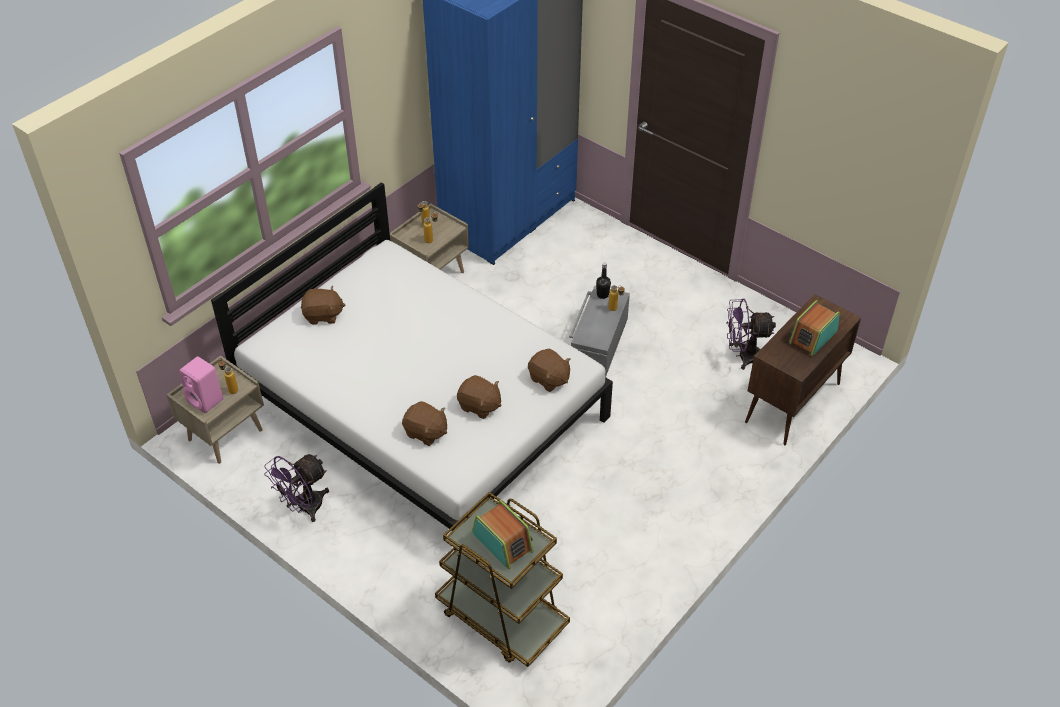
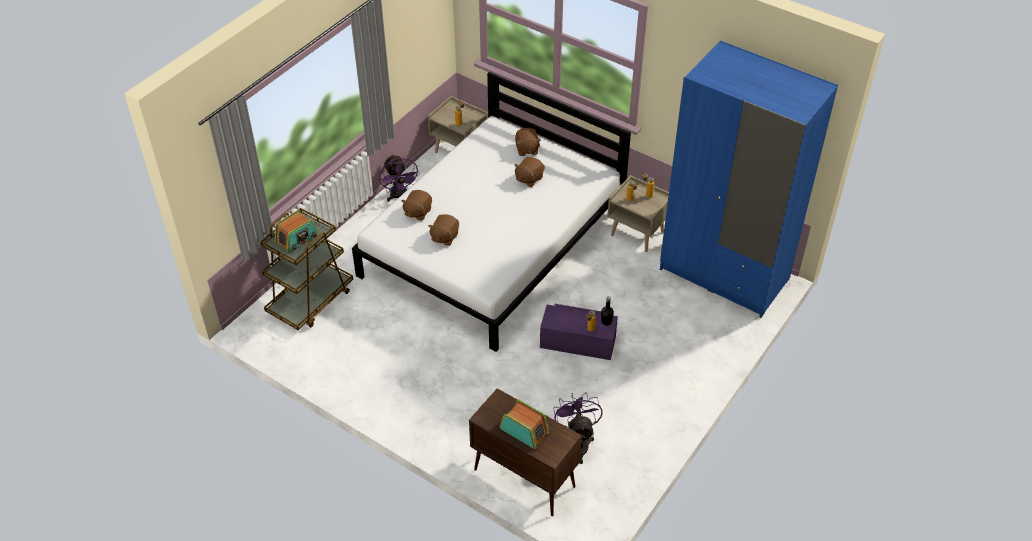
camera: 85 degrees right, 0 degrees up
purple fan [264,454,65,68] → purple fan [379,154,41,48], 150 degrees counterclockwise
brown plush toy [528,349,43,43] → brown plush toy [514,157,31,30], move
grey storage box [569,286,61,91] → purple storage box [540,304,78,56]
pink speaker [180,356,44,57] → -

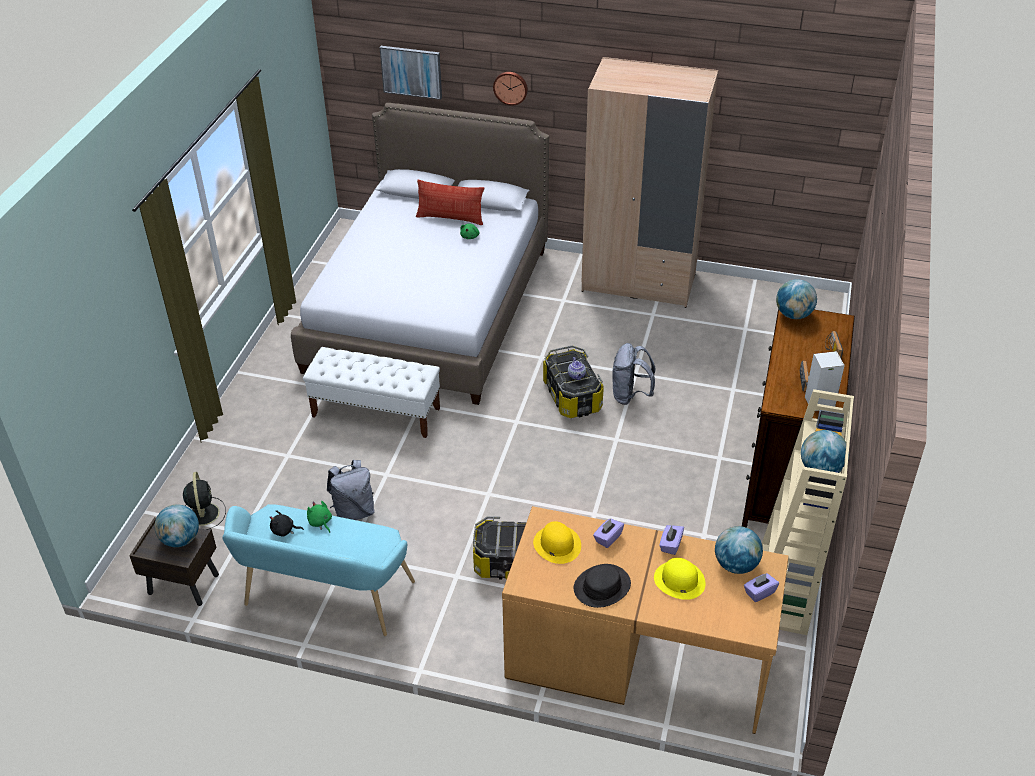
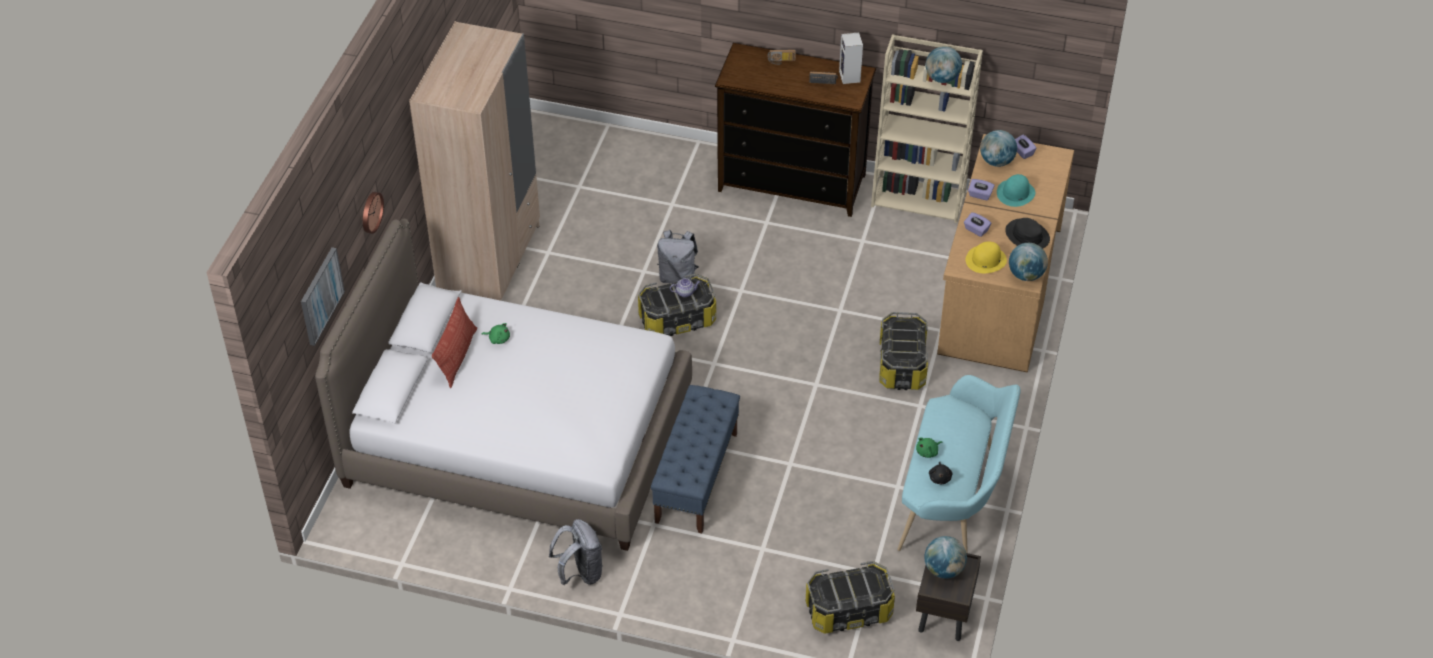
camera: 90 degrees left, 5 degrees up
grey backpack [326,460,49,60] → grey backpack [549,519,54,66], move
white bench [303,347,137,91] → blue bench [651,385,89,148]
black fan [183,472,43,58] → storage box [806,561,89,73]
yellow hat [654,558,52,42] → turquoise hat [997,174,38,33]
globe [776,279,41,40] → globe [1009,243,39,38], move

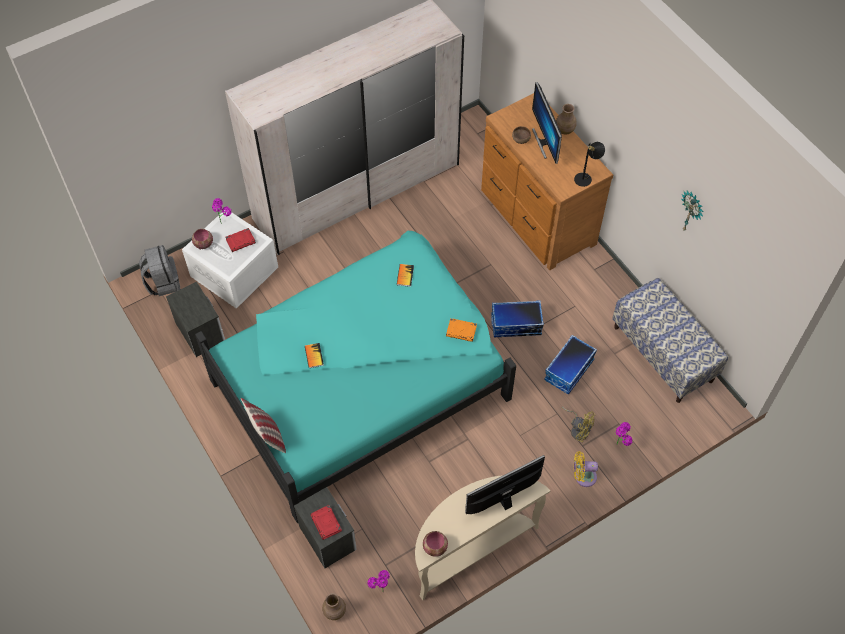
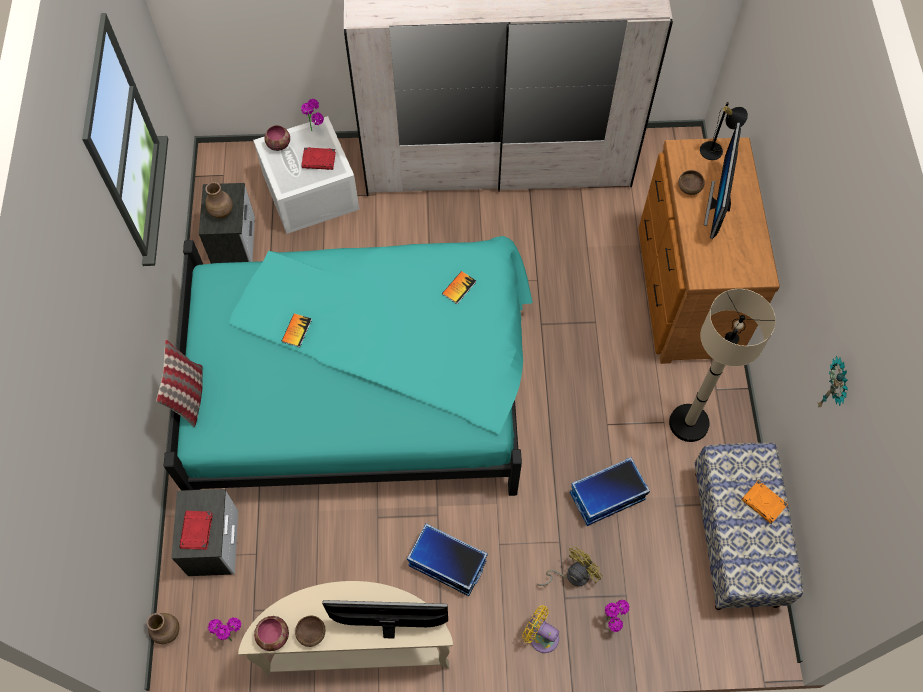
camera: 30 degrees right, 5 degrees up
brown vase [556,104,21,30] → brown vase [205,182,28,36], move
- → brown bowl [295,616,30,31]
storage box [491,300,53,37] → storage box [407,523,81,73], move
yellow fan [562,406,33,37] → yellow fan [537,546,66,40], 105 degrees counterclockwise
- → beige floor lamp [669,289,107,153]
black table lamp [574,142,31,45] → black table lamp [700,102,48,58], move
orange book [446,318,31,24] → orange book [741,480,47,44], move
grey backpack [139,245,41,51] → -

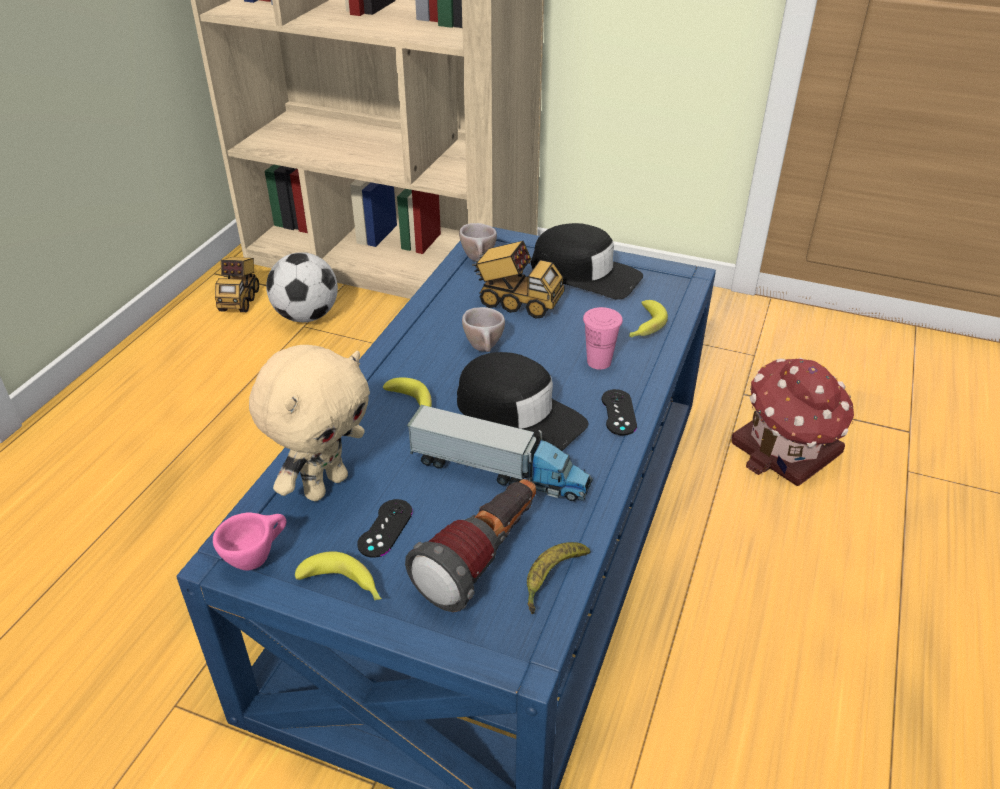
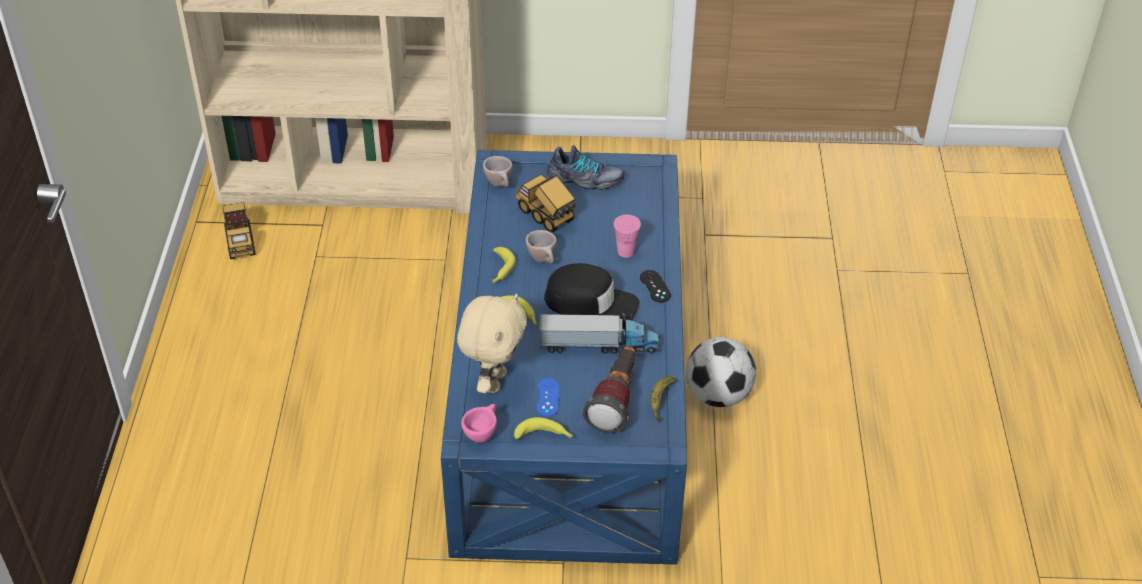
camera: 20 degrees left, 5 degrees up
banana [629,300,39,38] → banana [493,247,23,36], move
toy truck [472,241,93,78] → toy truck [516,174,61,59], 135 degrees counterclockwise
black game controller [357,499,56,59] → blue game controller [536,378,24,39]
black cap [531,223,112,77] → shoe [547,146,77,44]
football [266,252,72,70] → football [686,337,70,70], move
toy house [731,358,123,128] → -

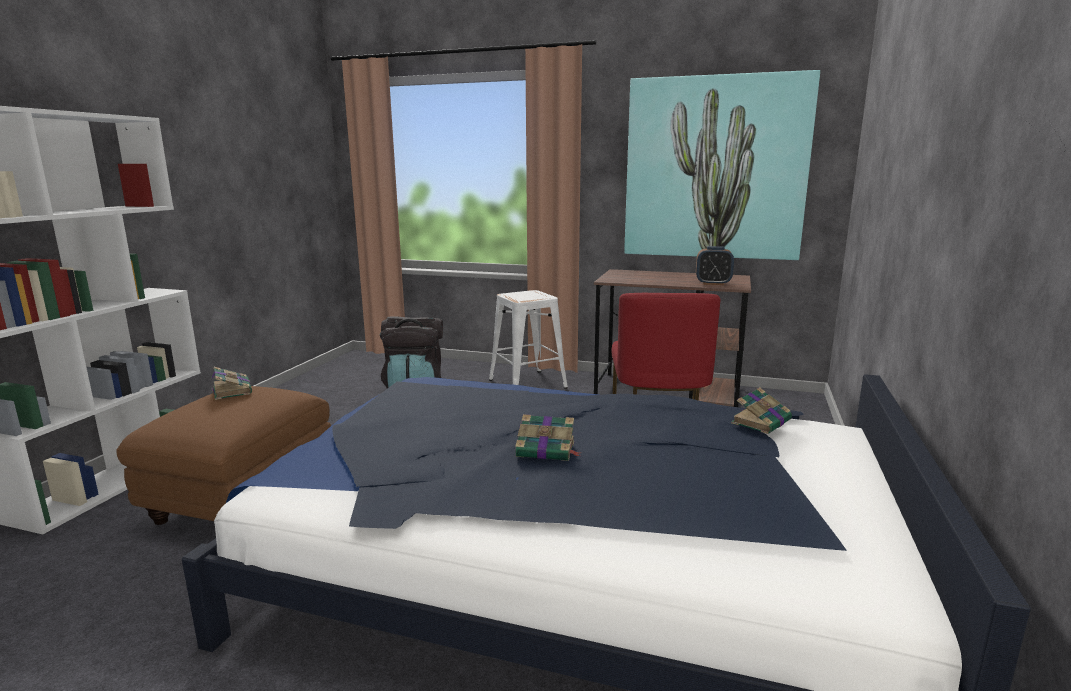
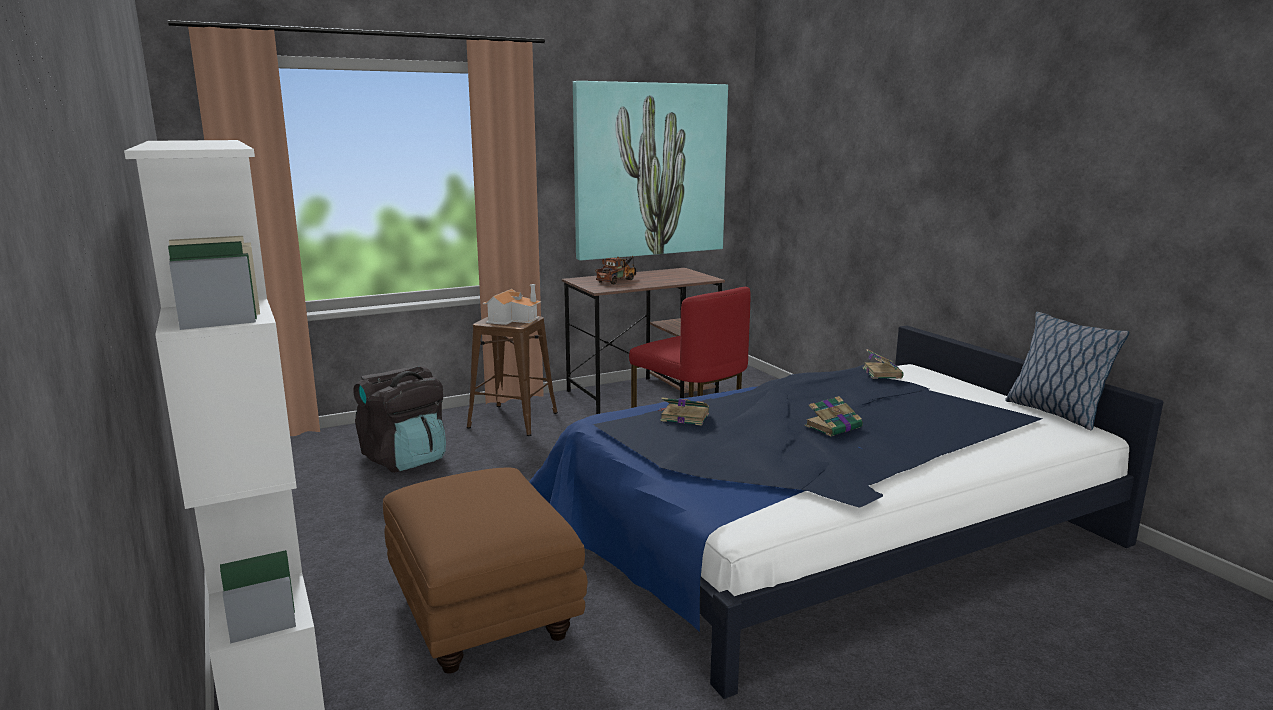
camera: 45 degrees left, 0 degrees up
white stool [489,290,79,99] → brown stool [467,316,91,120]
- → toy house [483,284,58,41]
- → toy truck [595,256,41,29]
book [212,367,40,33] → book [659,398,50,28], move
- → pillow [1005,312,124,118]
alarm clock [696,246,38,39] → -

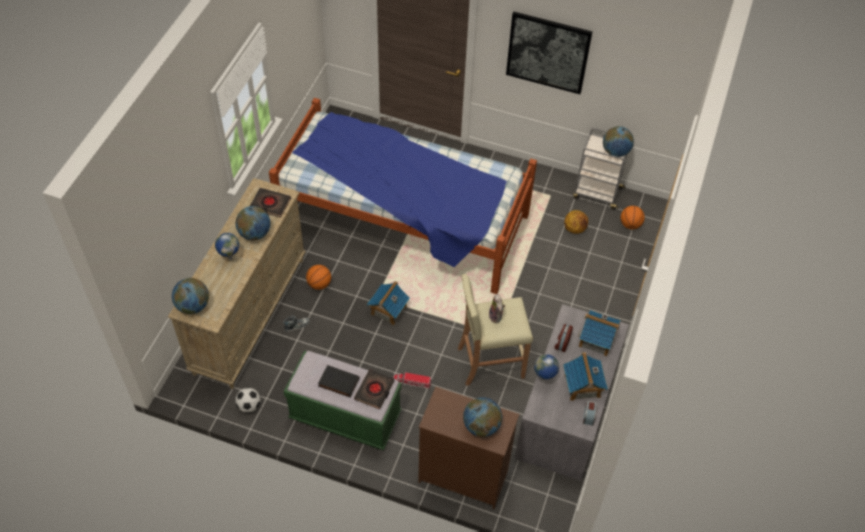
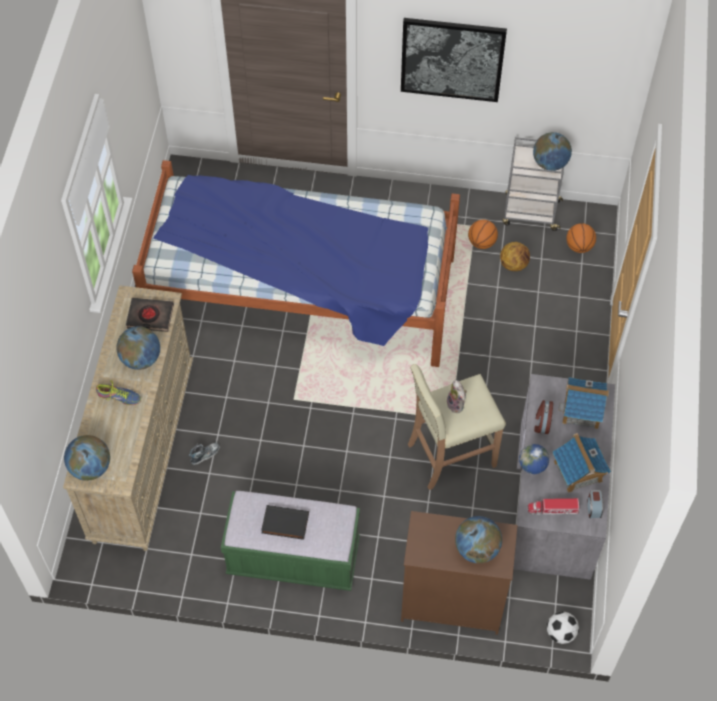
camera: 10 degrees left, 5 degrees up
globe [215,233,24,27] → shoe [96,380,45,25]
basketball [306,265,25,25] → basketball [468,220,30,29], move
toy truck [394,372,38,17] → toy truck [528,498,52,17], move
football [235,387,26,26] → football [547,611,32,33], move
black book [354,369,40,40] → -
toy house [367,281,43,44] → -

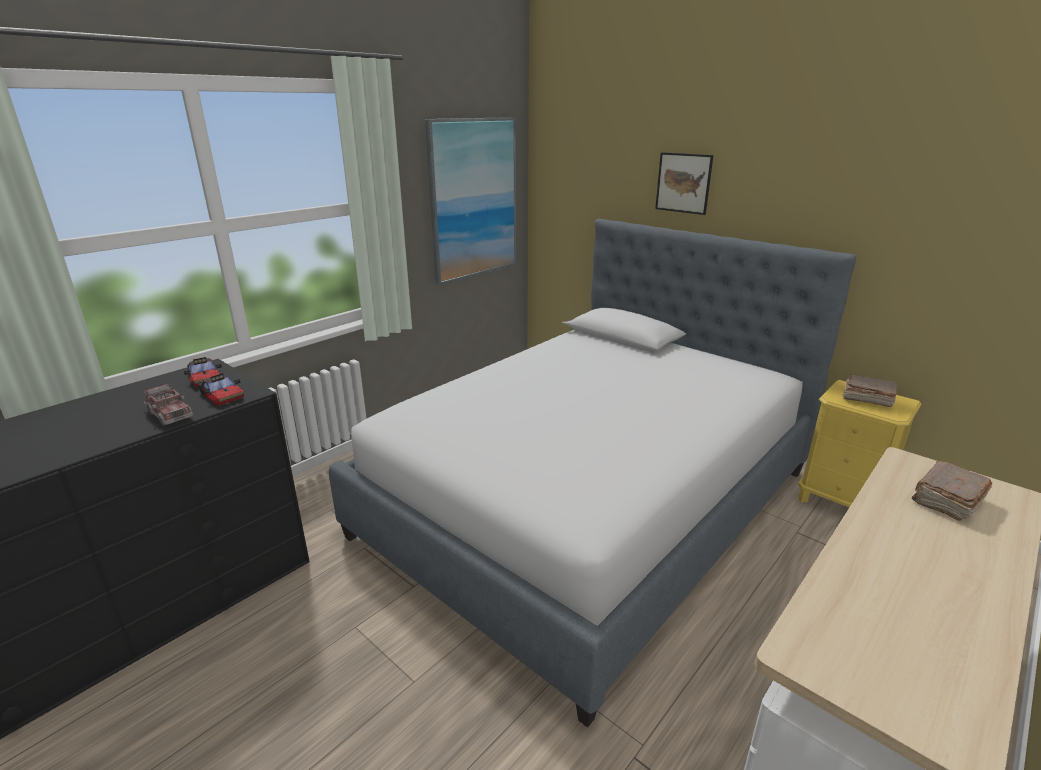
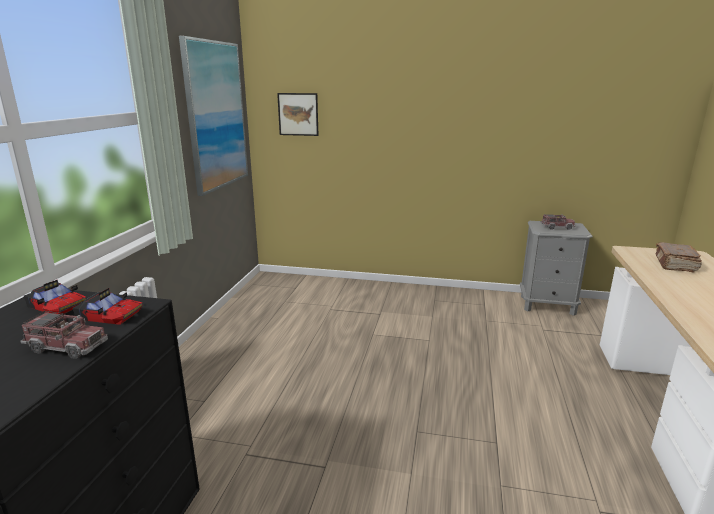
camera: 30 degrees left, 5 degrees down
picture [655,152,58,63] → picture [277,93,42,43], move
yellow nightstand [798,380,124,127] → grey nightstand [520,221,73,95]
brown book [843,374,54,33] → toy truck [540,214,35,16]
bed [329,219,527,509] → -

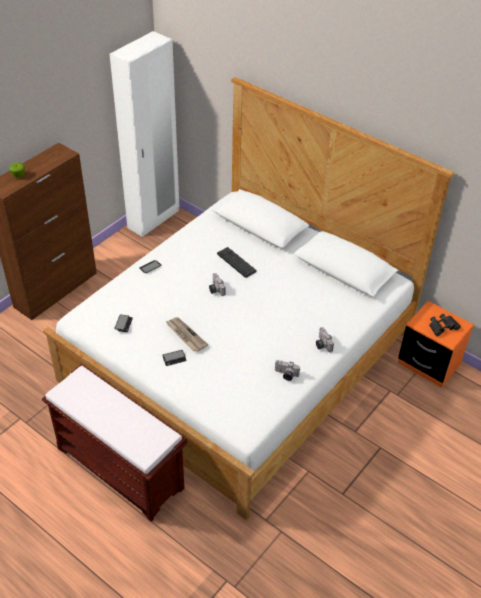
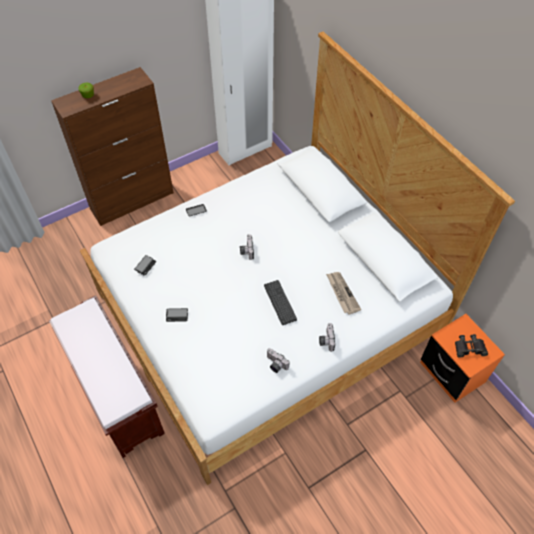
camera: 20 degrees right, 10 degrees up
keyboard [217,247,40,31] → keyboard [264,280,33,45], move
newspaper [165,317,43,35] → newspaper [326,272,35,43], move

